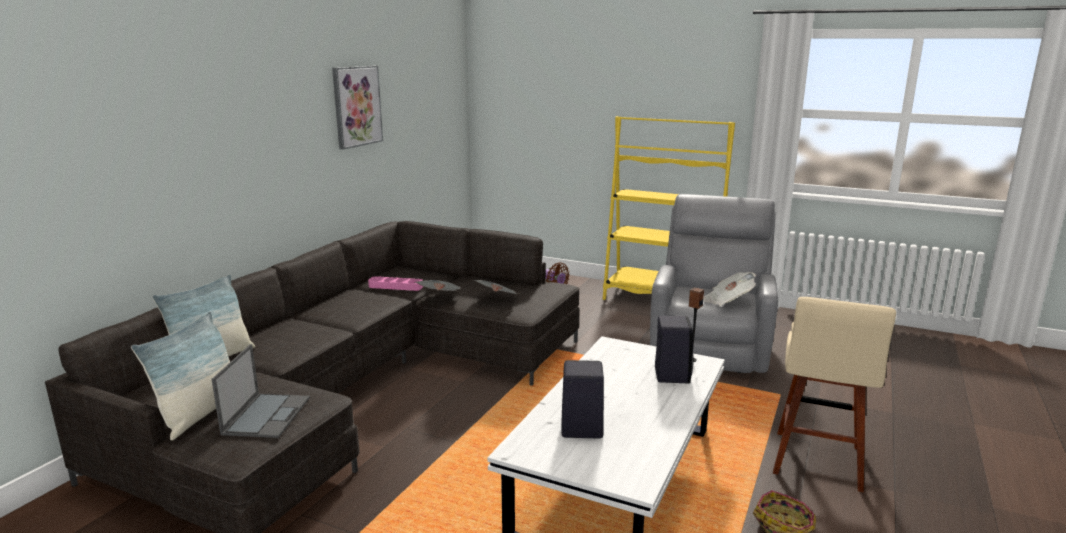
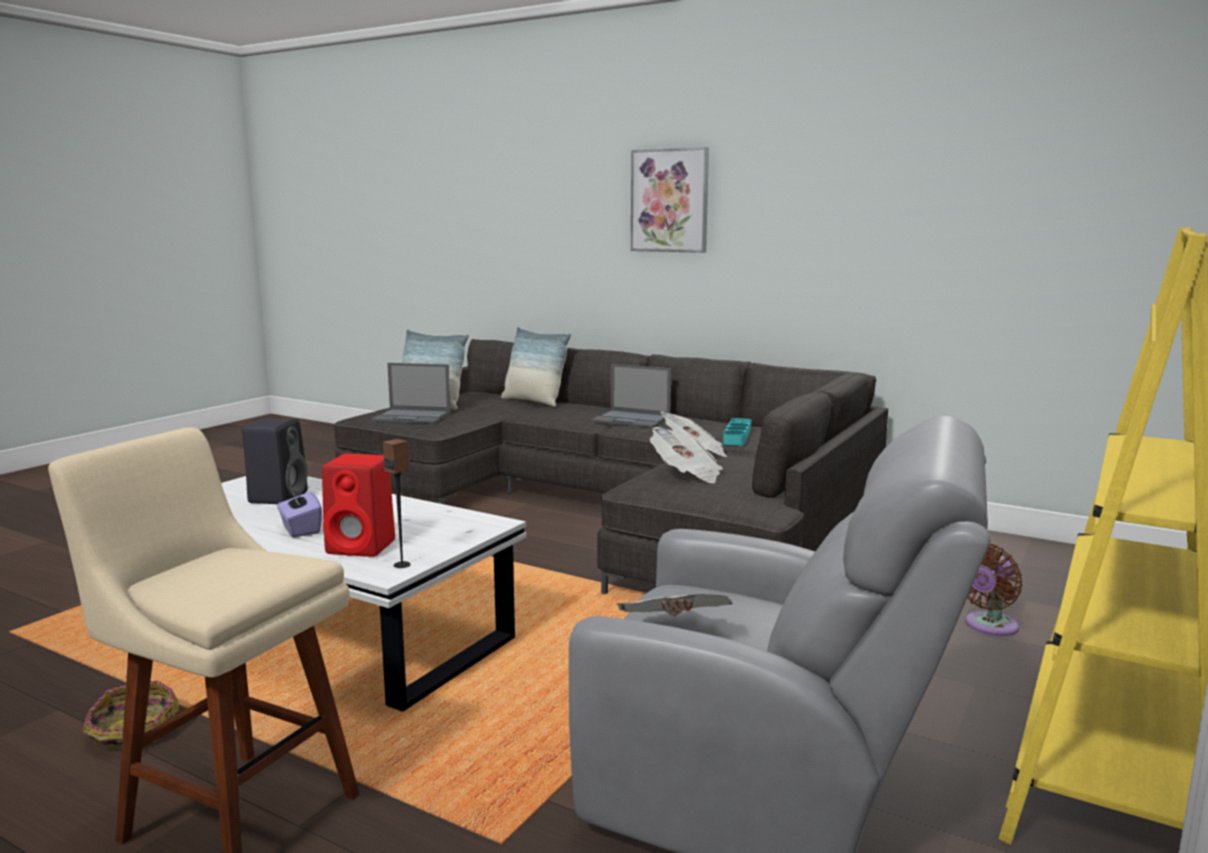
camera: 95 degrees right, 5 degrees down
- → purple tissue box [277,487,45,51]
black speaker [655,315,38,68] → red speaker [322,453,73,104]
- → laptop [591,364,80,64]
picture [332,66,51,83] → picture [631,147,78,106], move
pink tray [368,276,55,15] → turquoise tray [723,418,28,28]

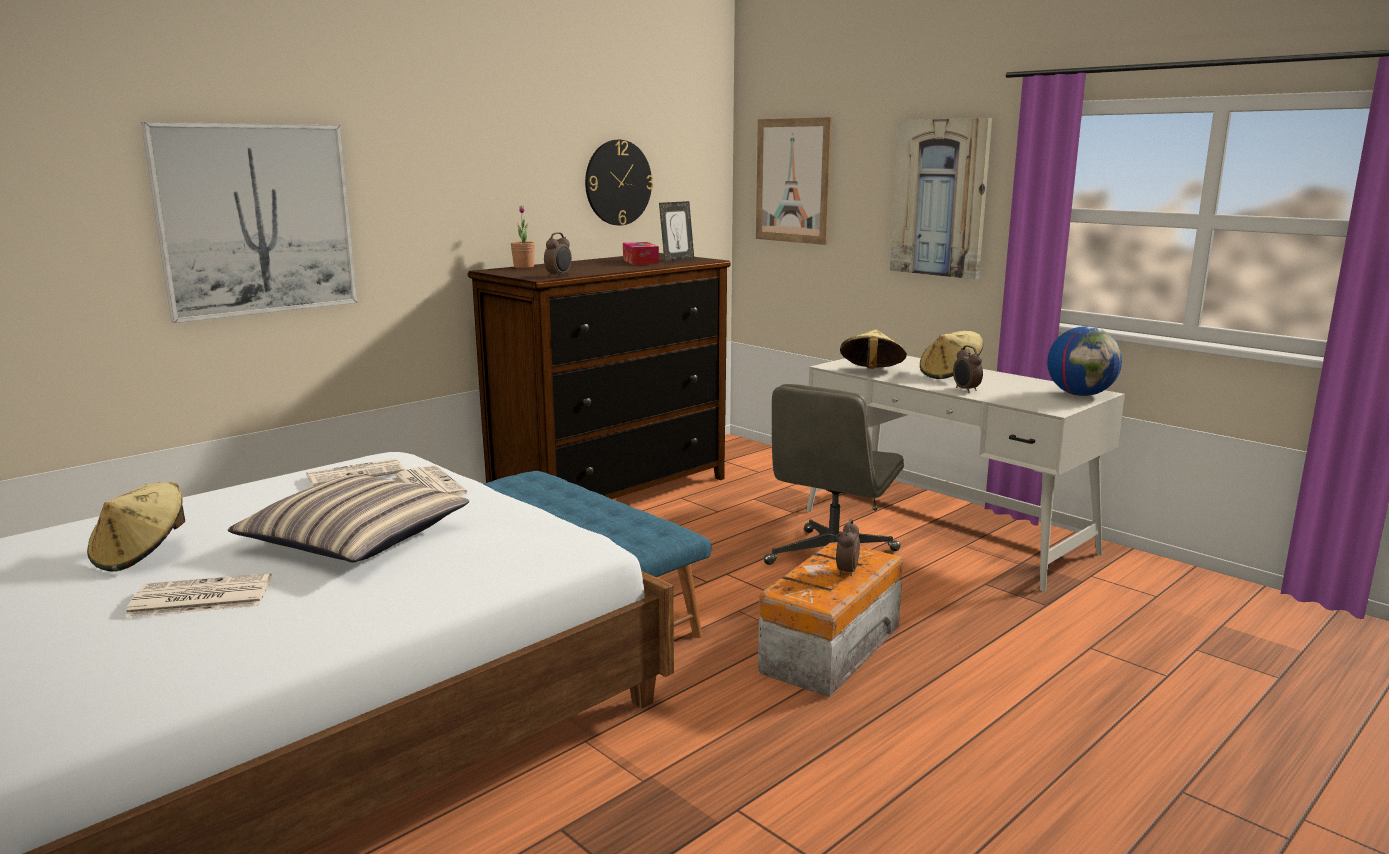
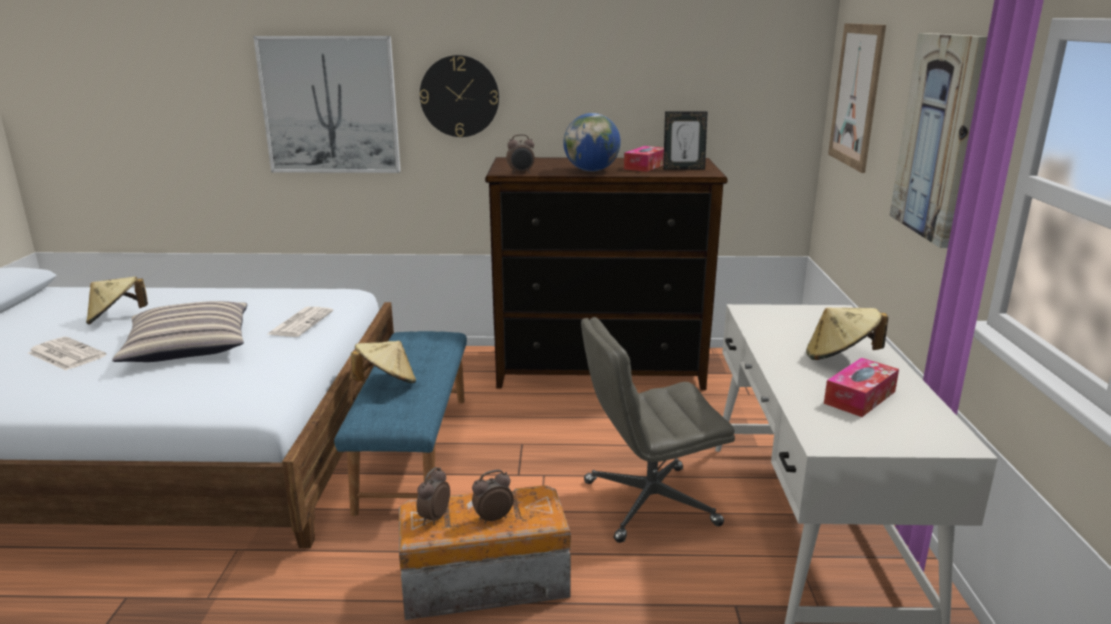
camera: 45 degrees right, 5 degrees up
beige hat [840,330,67,39] → beige hat [351,341,65,42], move
alarm clock [953,345,30,48] → alarm clock [417,467,33,58], move
wall clock [585,140,68,85] → wall clock [420,55,79,82], move
globe [1047,326,75,70] → globe [563,113,58,59], move
- → tissue box [824,358,75,59]
newspaper [306,459,99,28] → -
potted plant [511,206,24,62] → -

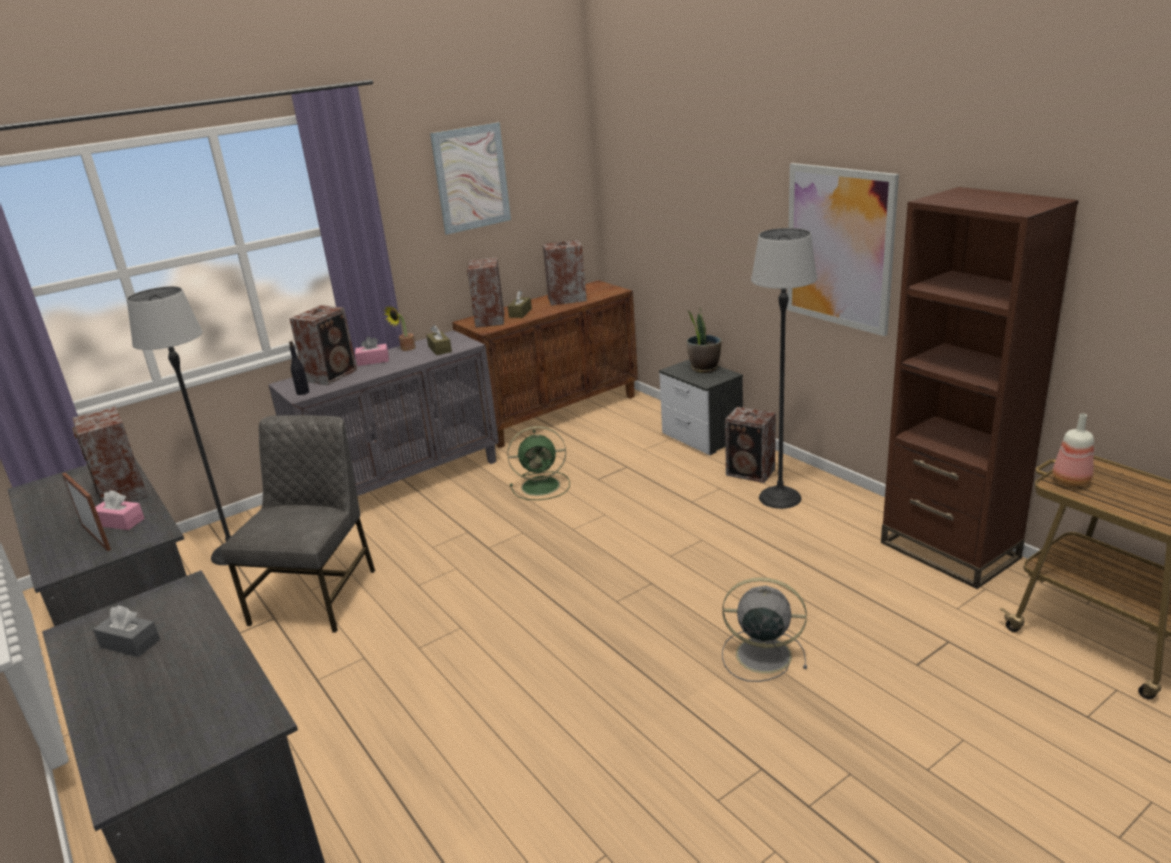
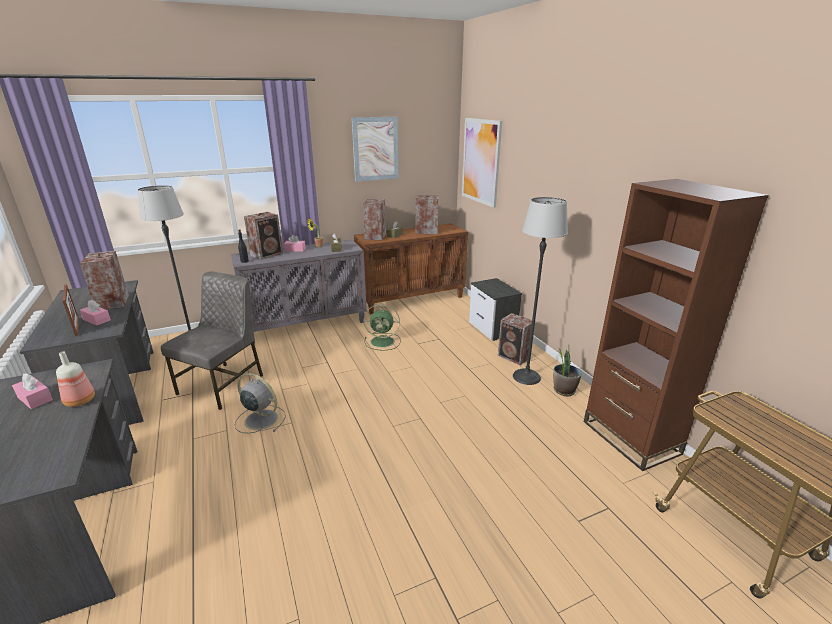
camera: 10 degrees right, 0 degrees up
grey tissue box [93,605,67,52] → pink tissue box [12,373,41,36]
bottle [1052,414,42,72] → bottle [56,352,39,55], move
grey fan [722,577,85,105] → grey fan [235,373,51,60], move
picture [787,163,112,173] → picture [462,118,40,90], move
potted plant [687,308,35,65] → potted plant [553,345,29,52], move

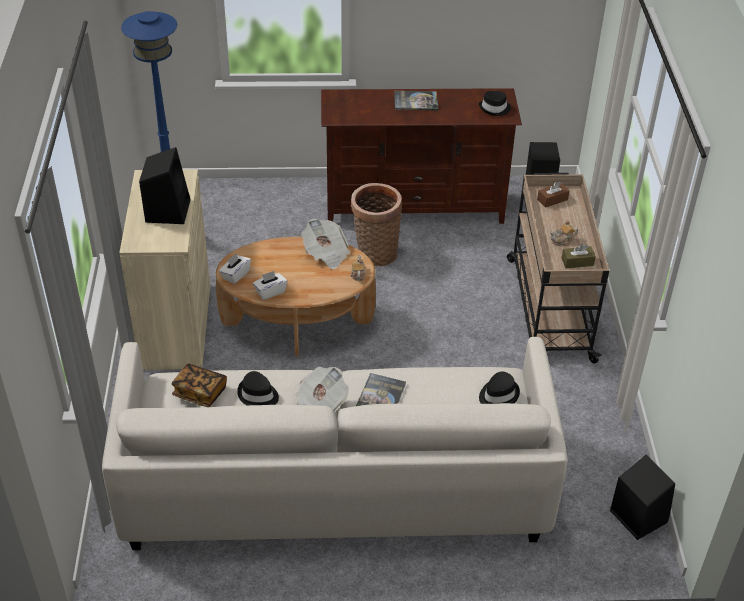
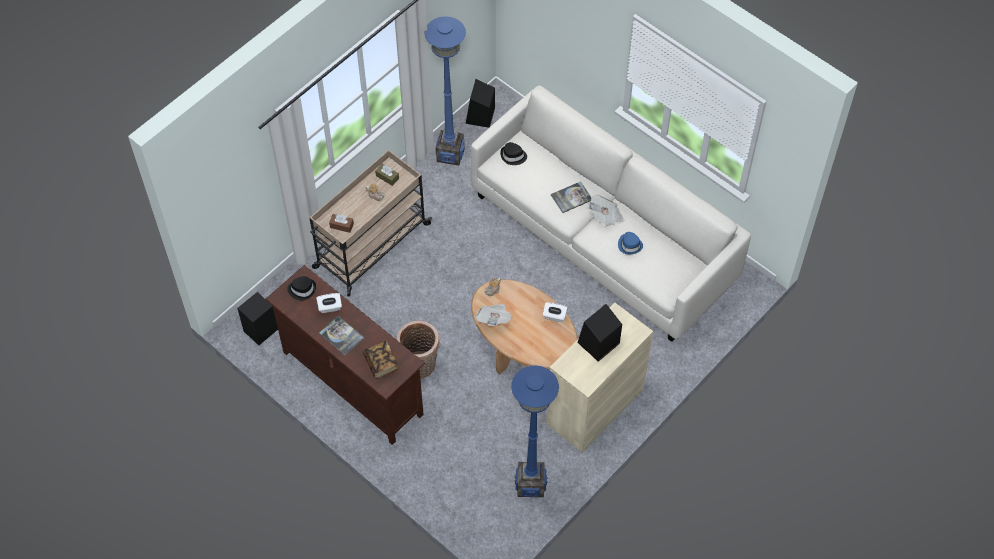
camera: 135 degrees left, 15 degrees up
white tissue box [219,254,32,30] → white tissue box [316,293,26,20], move
book [172,364,55,43] → book [363,340,36,39], move
- → blue floor lamp [424,16,42,150]
black hat [237,371,42,34] → blue hat [618,232,25,22]

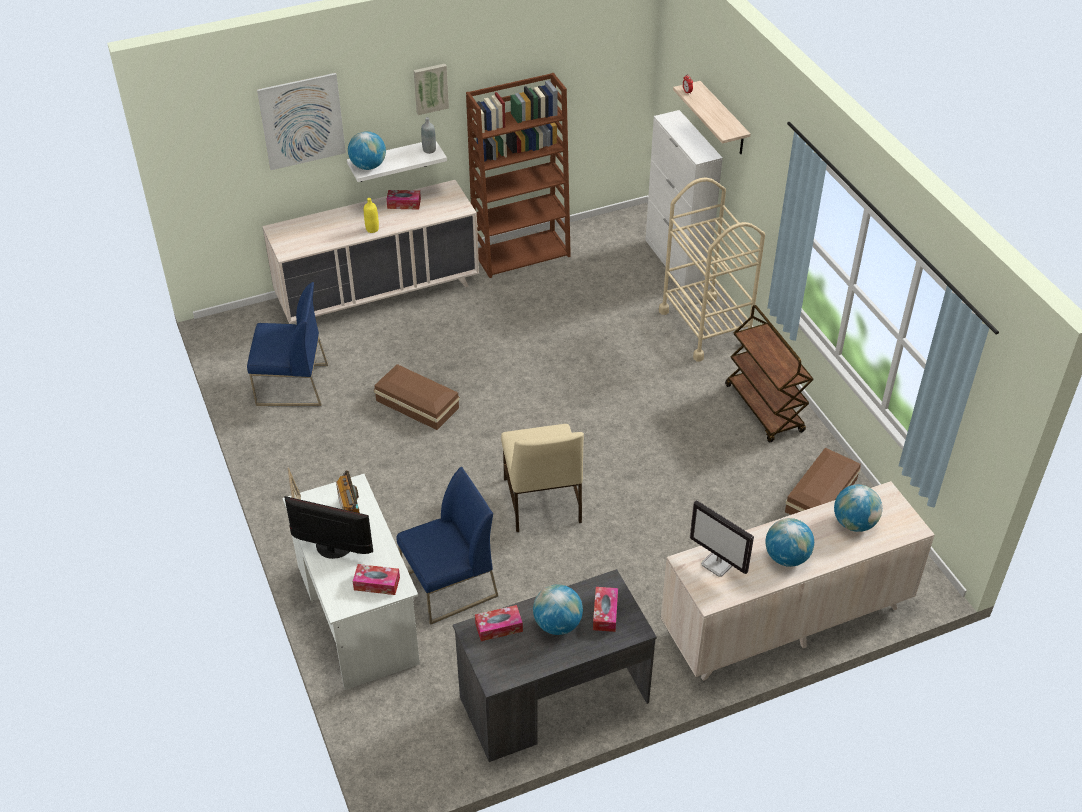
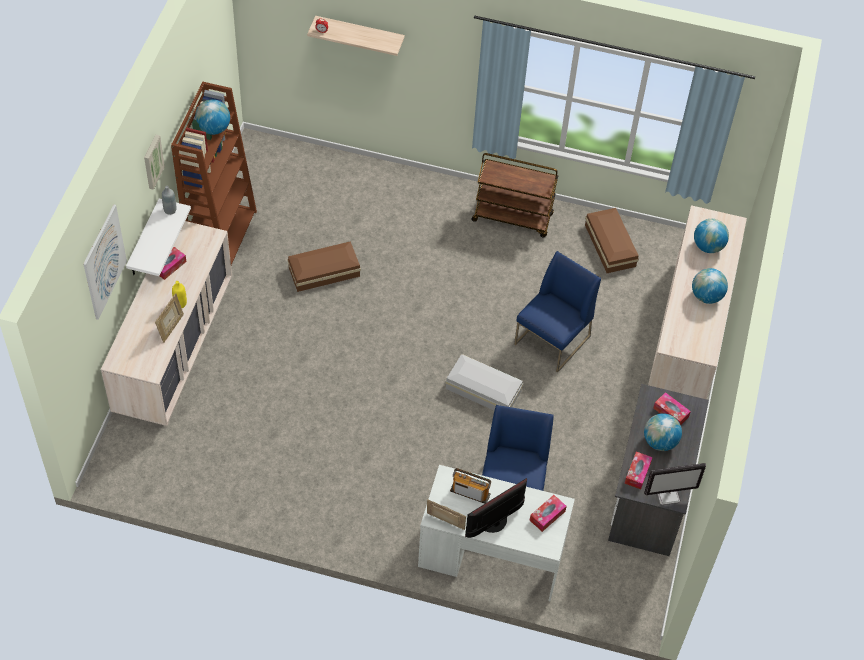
camera: 55 degrees left, 10 degrees up
- → picture frame [155,293,29,50]
globe [348,131,38,39] → globe [195,99,35,36], move
brown storage box [374,364,86,66] → brown storage box [288,241,73,51], move
beige chair [501,424,83,109] → white storage box [445,354,78,57]
blue chair [247,282,81,124] → blue chair [514,251,87,122], move
monitor [690,500,64,77] → monitor [644,463,62,42], move
white cabinet [645,110,78,180] → -
beige cart [659,177,106,185] → -

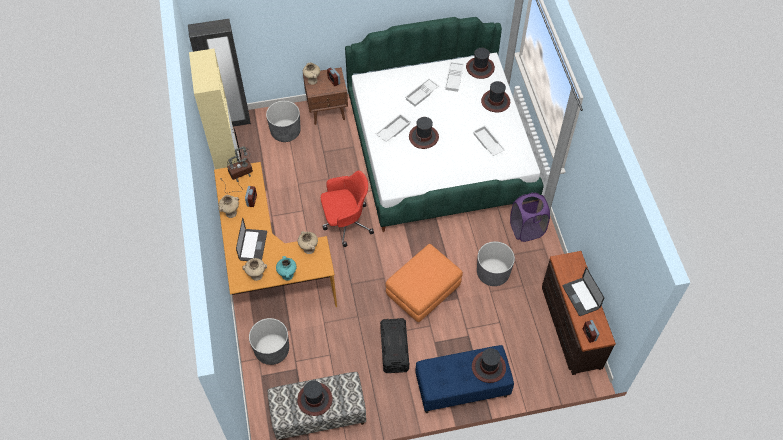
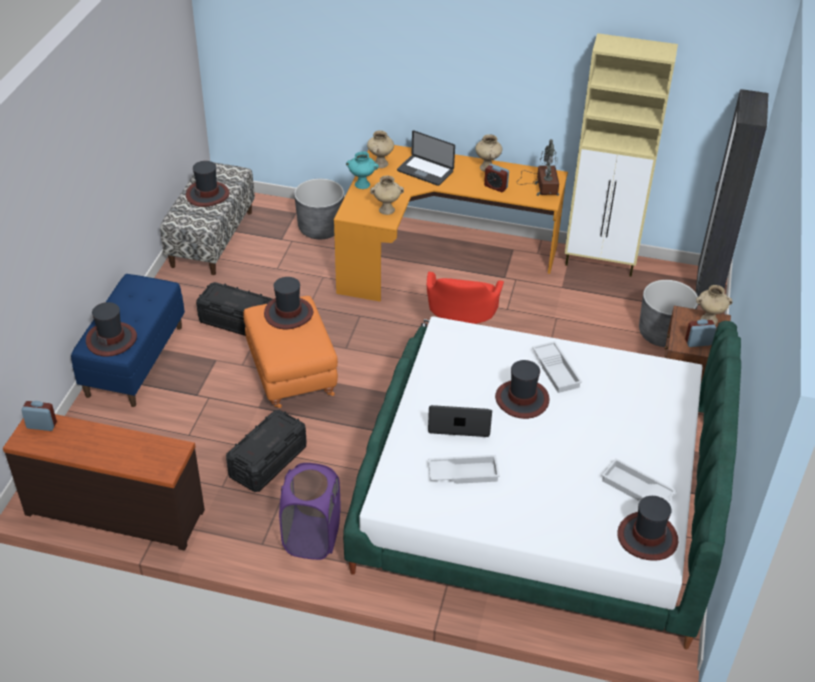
camera: 115 degrees right, 15 degrees down
grey planter [477,241,38,45] → black storage box [226,410,81,82]
hat [481,81,29,31] → hat [264,277,49,52], move
laptop [563,267,41,49] → laptop [428,405,64,32], move
white tray [405,78,34,28] → -

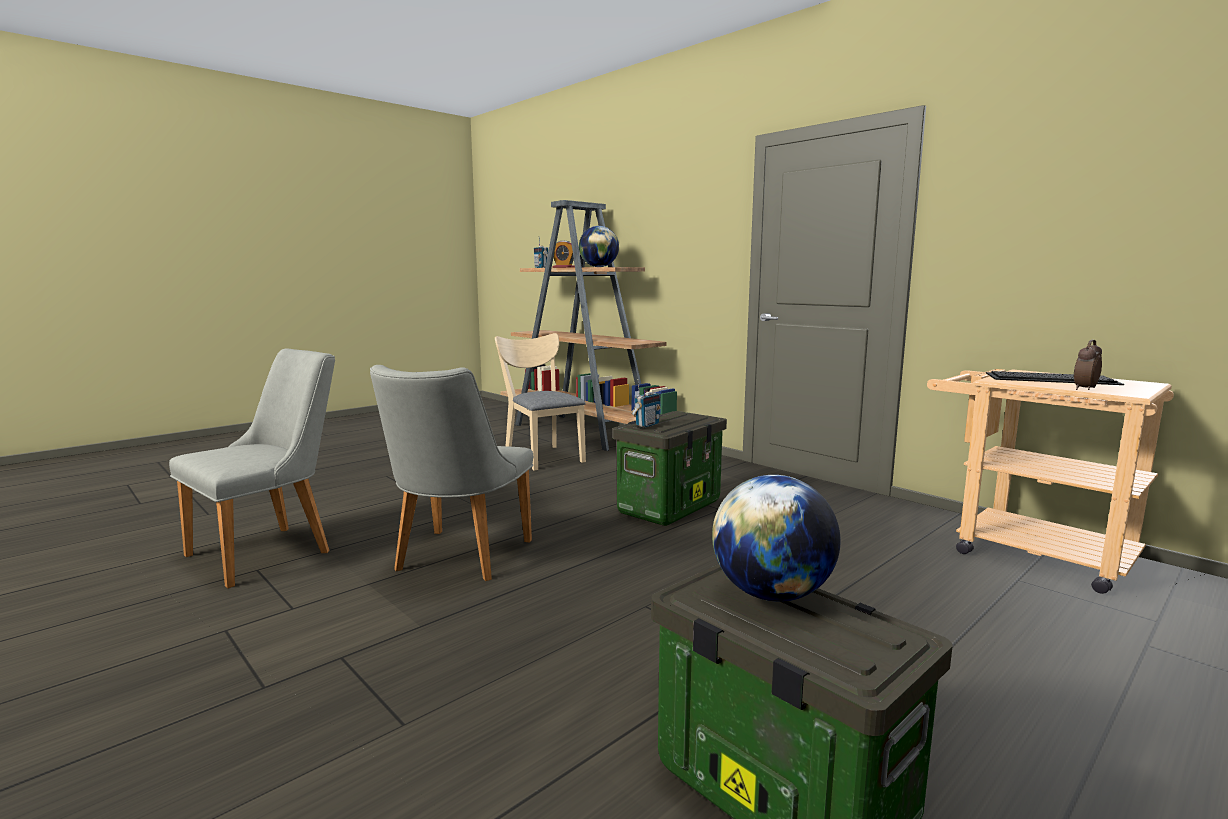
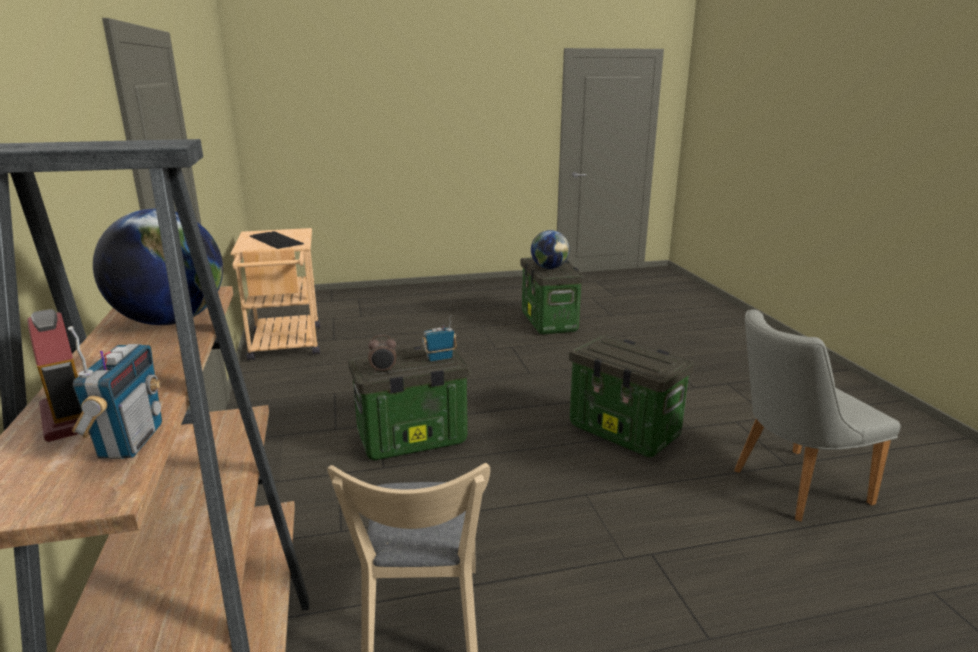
camera: 150 degrees left, 10 degrees up
alarm clock [1074,340,28,50] → alarm clock [368,335,28,38], move
grey chair [370,365,163,216] → storage box [569,334,125,123]

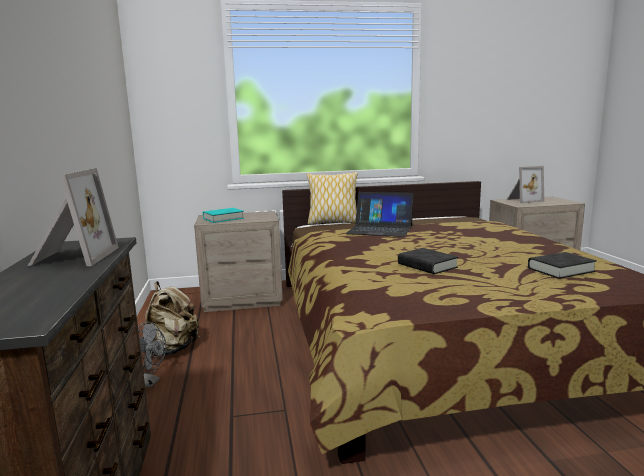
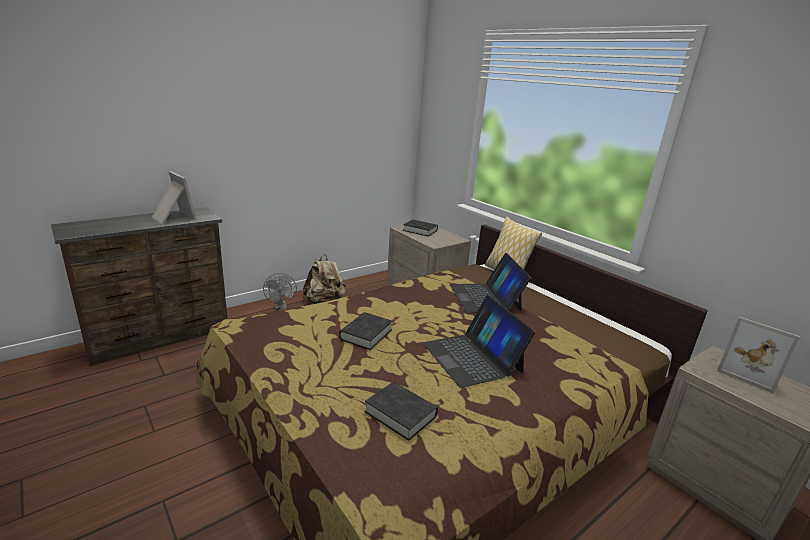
camera: 60 degrees right, 10 degrees up
picture frame [28,168,91,98] → picture frame [152,171,45,53], 105 degrees counterclockwise
turquoise book [203,208,41,15] → black book [403,219,35,17]
- → laptop [423,295,112,93]

